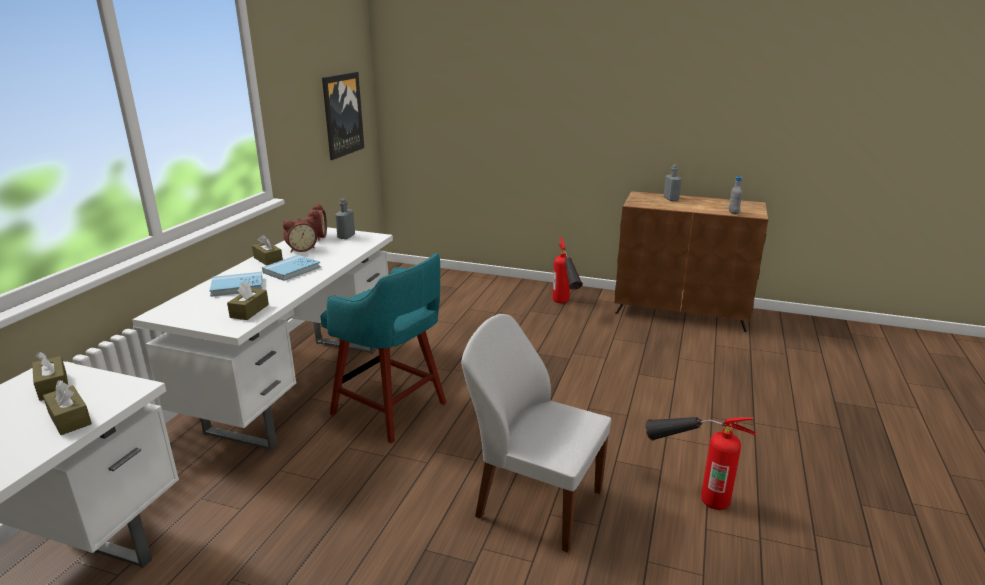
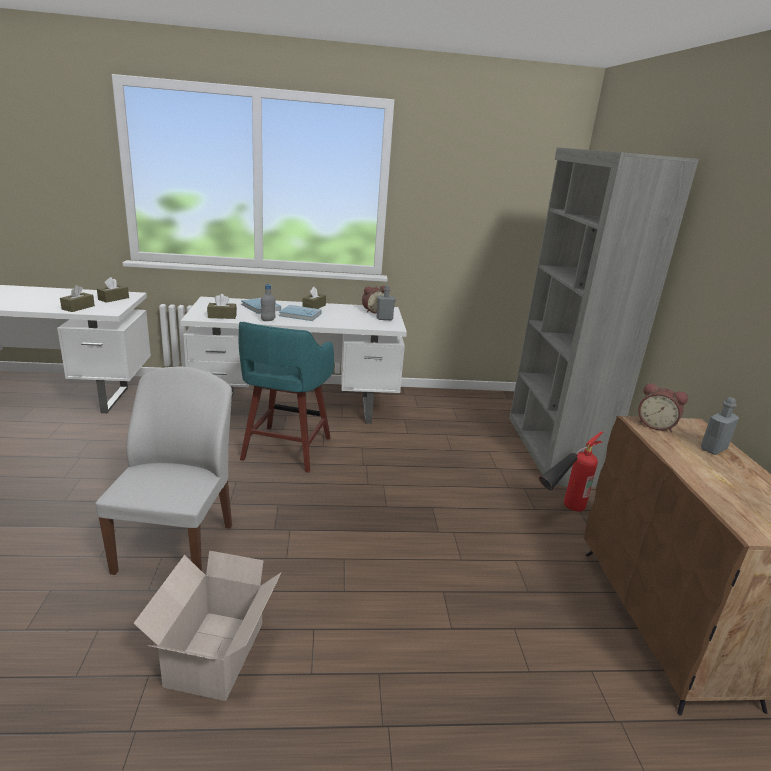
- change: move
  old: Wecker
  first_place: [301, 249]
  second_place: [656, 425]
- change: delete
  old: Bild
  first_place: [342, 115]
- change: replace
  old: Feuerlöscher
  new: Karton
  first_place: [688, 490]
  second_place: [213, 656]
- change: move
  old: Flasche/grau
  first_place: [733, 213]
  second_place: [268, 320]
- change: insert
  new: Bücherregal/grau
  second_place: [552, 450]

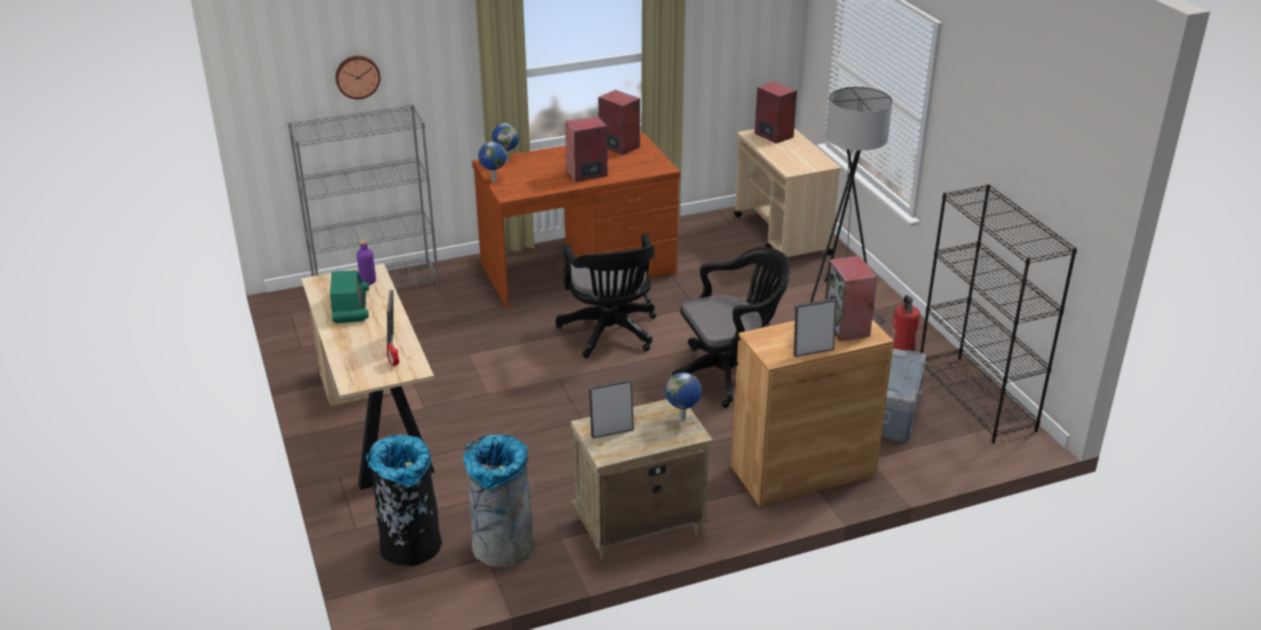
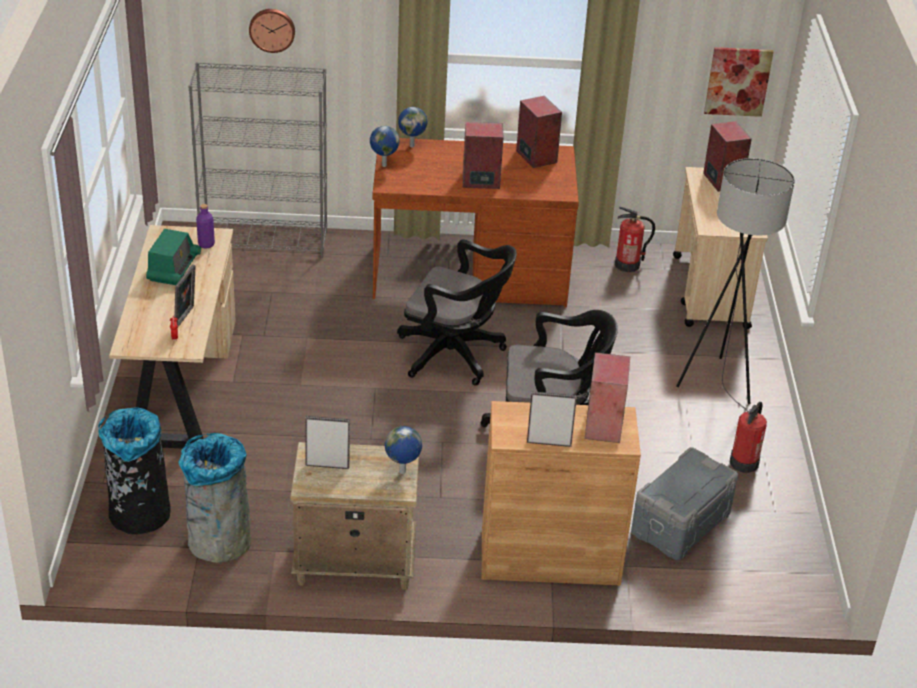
- change: rotate
  old: Bürostuhl/schwarz
  first_place: [610, 334]
  second_place: [456, 355]
  degrees: -75
- change: delete
  old: Bücherregal/schwarz
  first_place: [976, 399]
- change: insert
  new: Feuerlöscher
  second_place: [628, 265]
- change: insert
  new: Bild
  second_place: [738, 81]

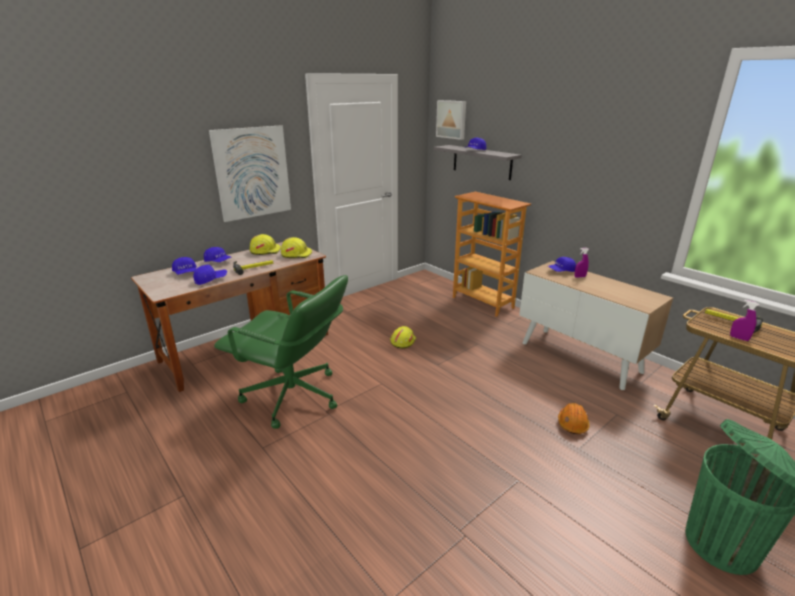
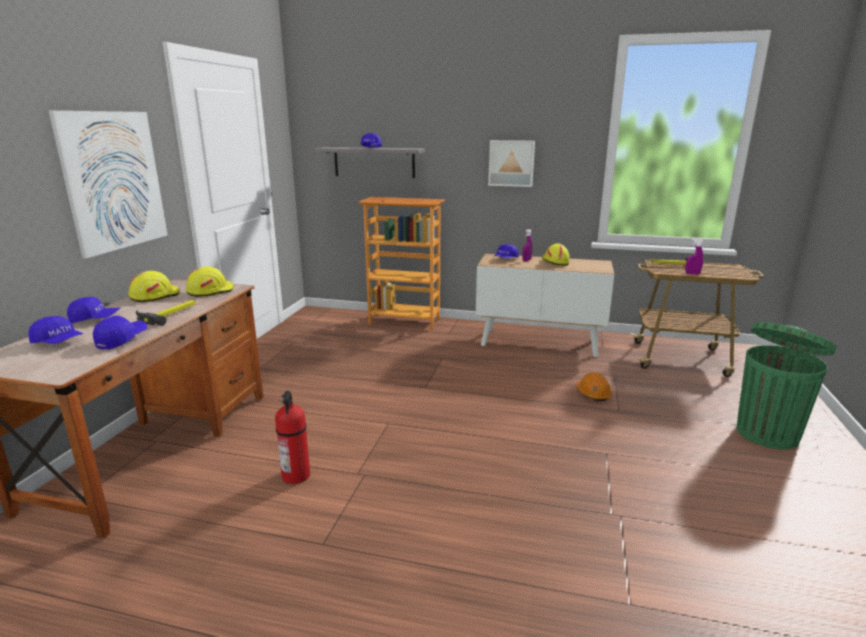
- change: replace
  old: Bürostuhl/grün
  new: Feuerlöscher
  first_place: [293, 397]
  second_place: [296, 476]
- change: move
  old: Schutzhelm/gelb
  first_place: [402, 341]
  second_place: [554, 262]
- change: move
  old: Bild
  first_place: [452, 119]
  second_place: [511, 163]

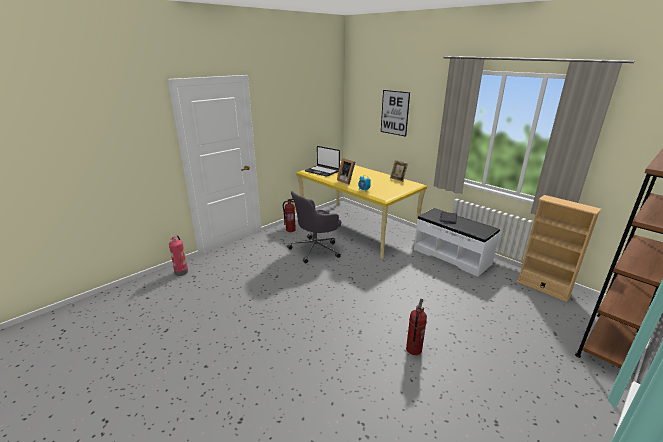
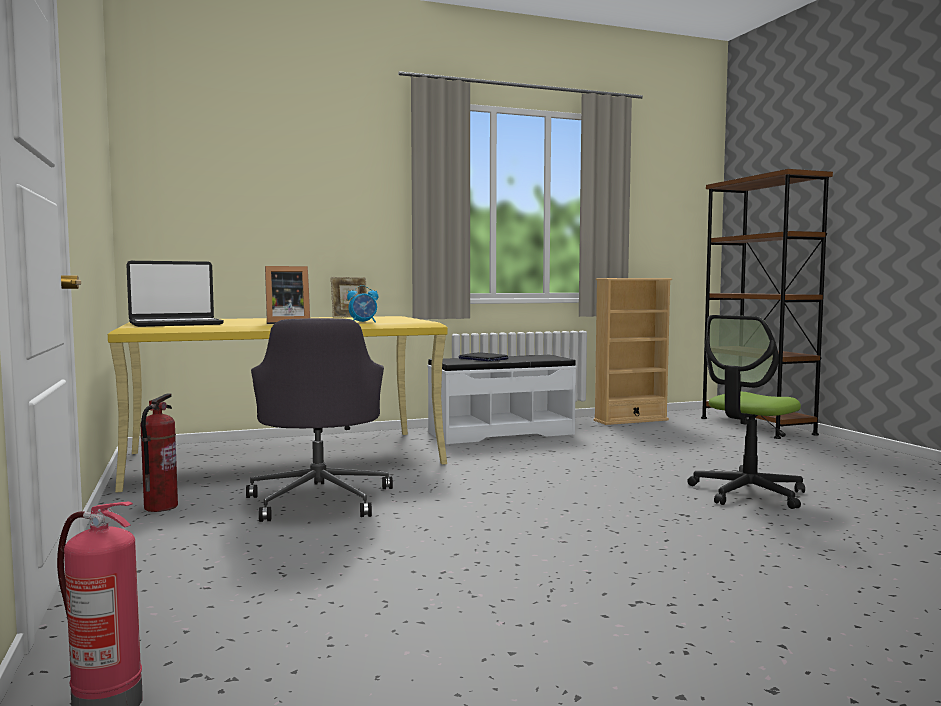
- change: delete
  old: Bild
  first_place: [394, 113]
- change: replace
  old: Feuerlöscher
  new: Bürostuhl
  first_place: [413, 349]
  second_place: [747, 493]

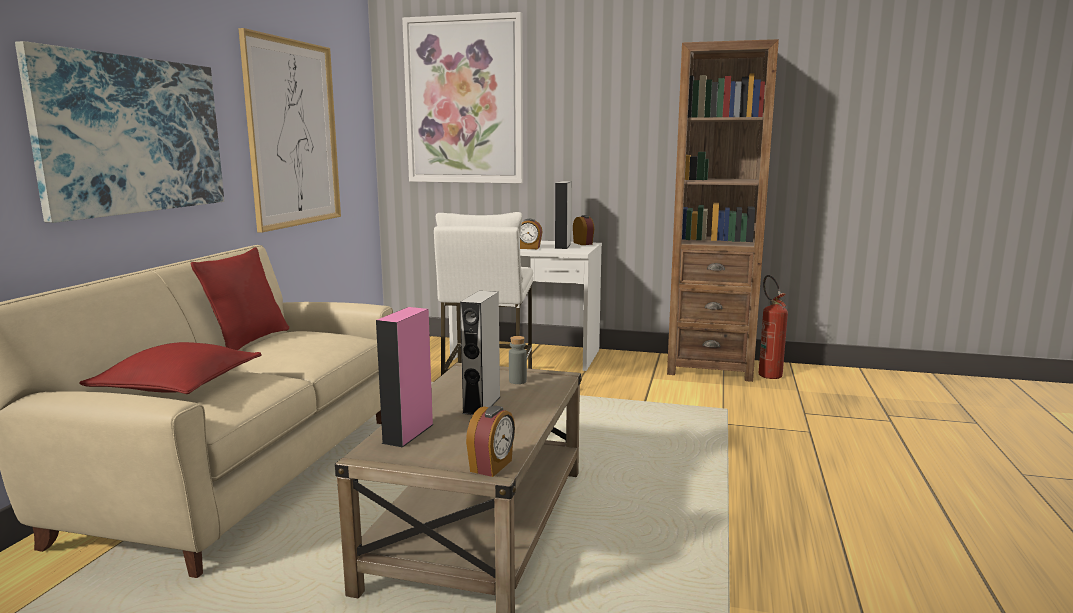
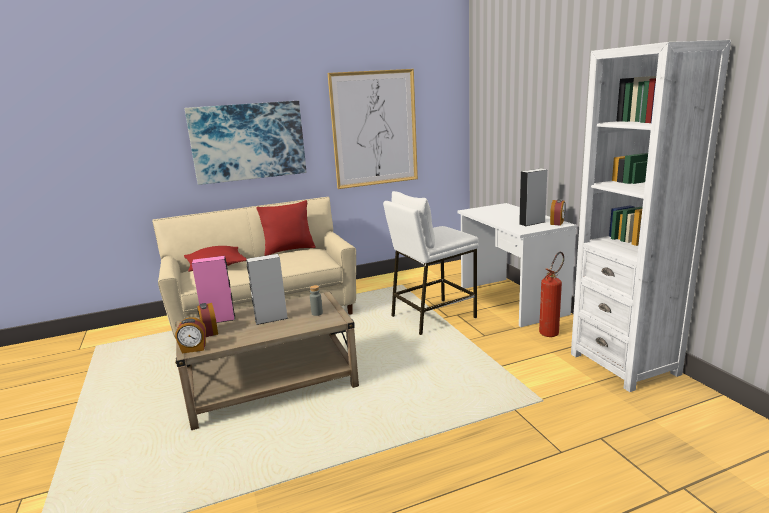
- change: delete
  old: Bild
  first_place: [464, 101]
- change: move
  old: Wecker
  first_place: [529, 248]
  second_place: [209, 332]
- change: recolor
  old: Bücherregal/braun
  new: Bücherregal/weiß
  first_place: [710, 367]
  second_place: [624, 364]
- change: move
  old: Feuerlöscher
  first_place: [767, 373]
  second_place: [551, 331]

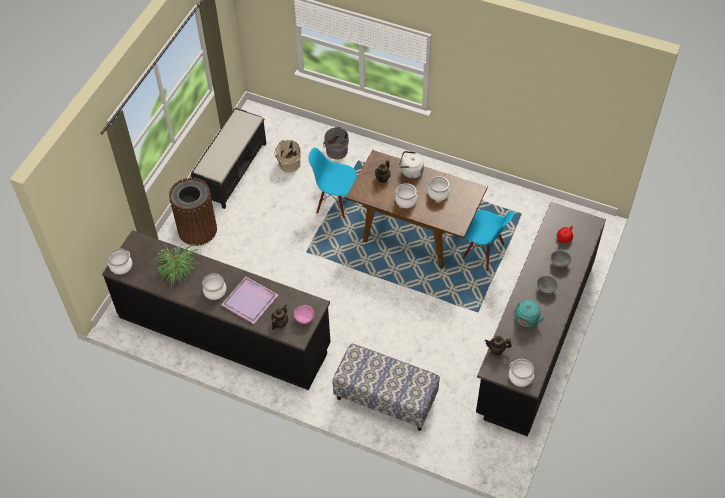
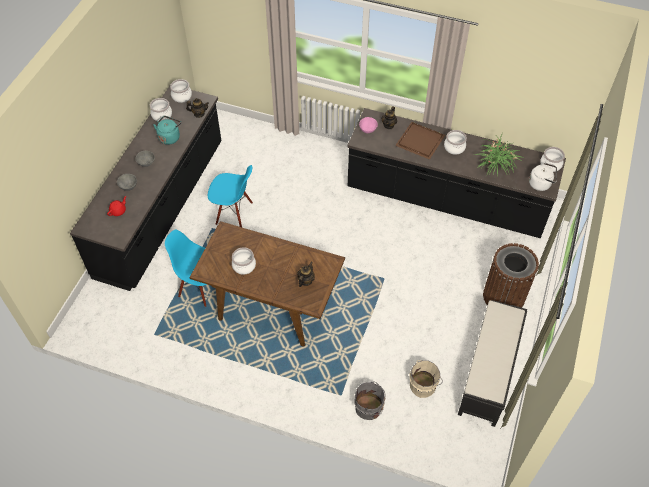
- change: recolor
  old: Tablett/lila
  new: Tablett/braun
  first_place: [251, 300]
  second_place: [419, 141]
- change: move
  old: Stuhl/blau
  first_place: [335, 202]
  second_place: [234, 214]
- change: delete
  old: Bank
  first_place: [385, 399]
- change: move
  old: Kochtopf
  first_place: [406, 201]
  second_place: [162, 115]
- change: move
  old: Wasserkessel/weiß
  first_place: [410, 172]
  second_place: [541, 184]

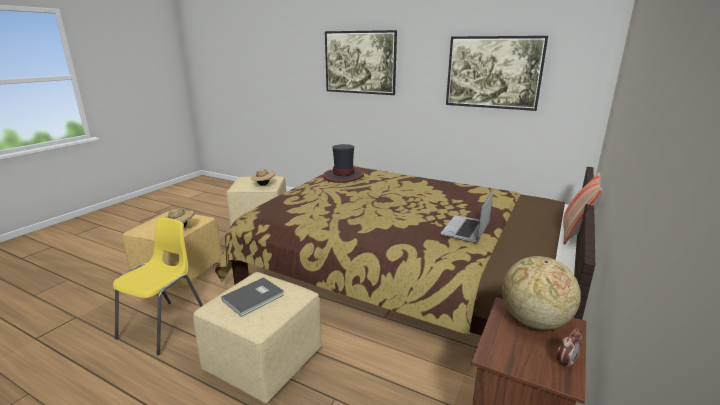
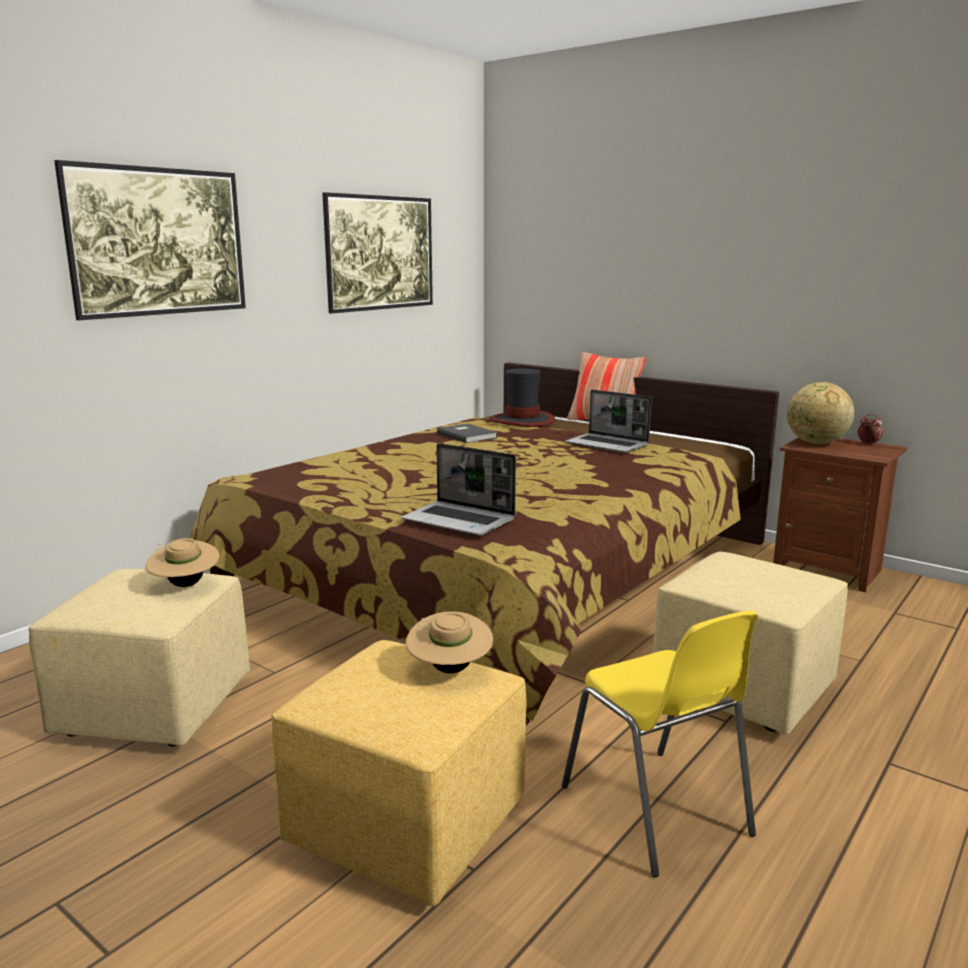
- change: rotate
  old: Stuhl/gelb
  first_place: [165, 326]
  second_place: [656, 811]
  degrees: -150
- change: move
  old: Buch/grau
  first_place: [254, 298]
  second_place: [467, 435]
- change: move
  old: Hut
  first_place: [343, 176]
  second_place: [522, 421]
- change: insert
  new: Laptop
  second_place: [460, 520]

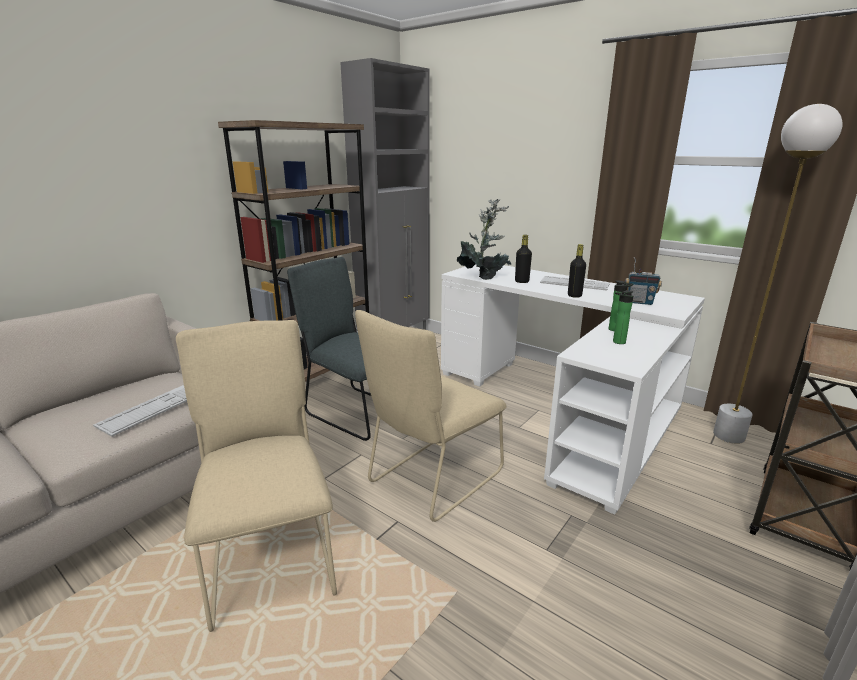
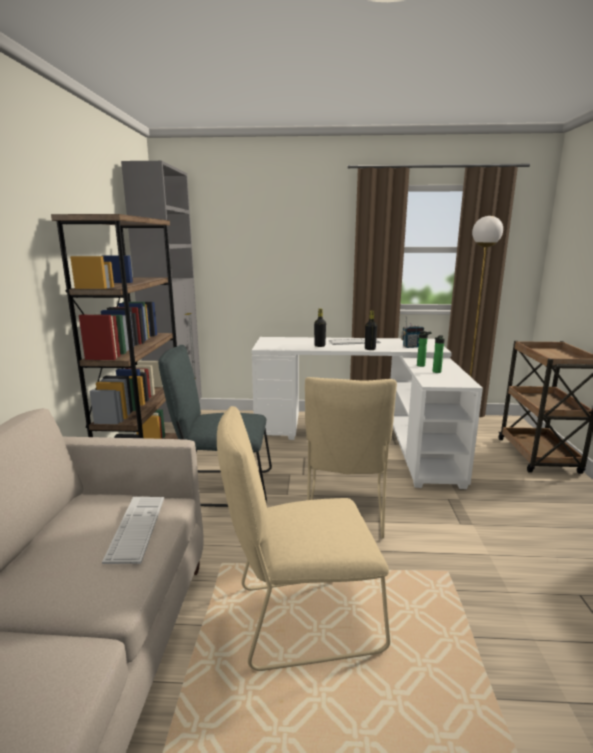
- change: rotate
  old: Stuhl/beige
  first_place: [271, 554]
  second_place: [301, 619]
  degrees: -45
- change: delete
  old: Topfpflanze
  first_place: [484, 277]

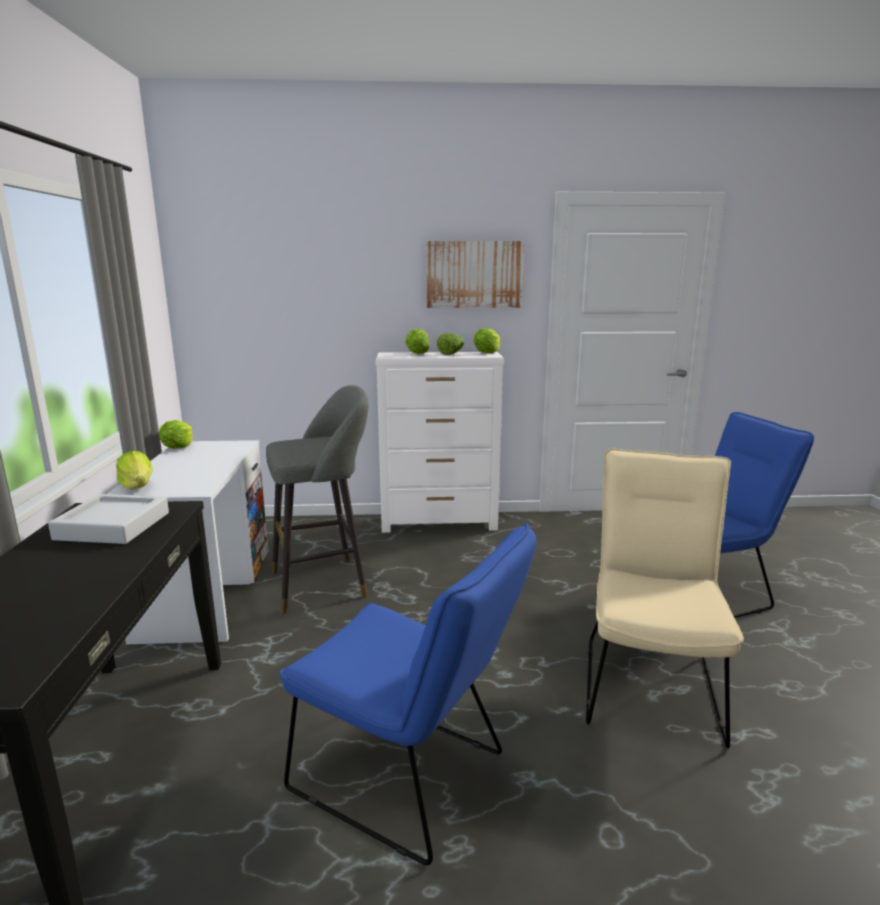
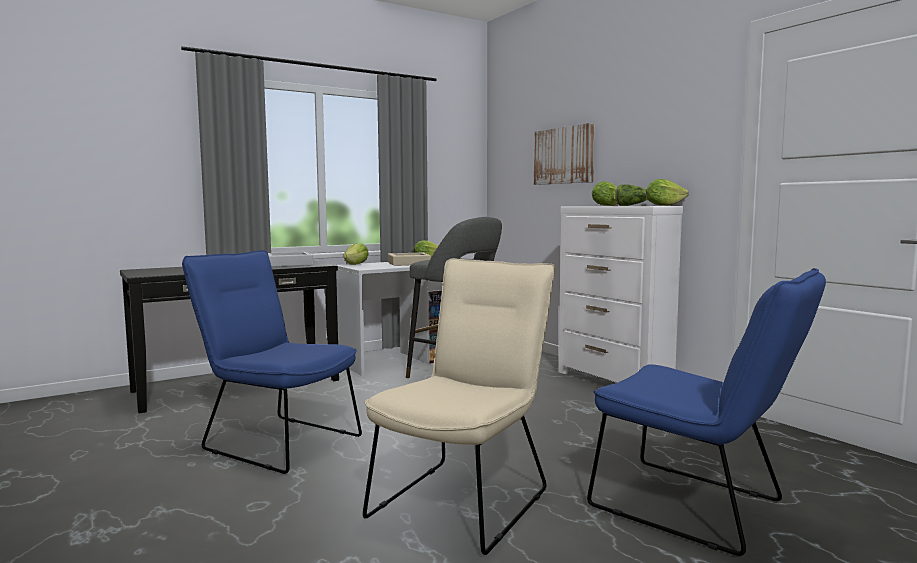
- change: rotate
  old: Stuhl/blau
  first_place: [409, 778]
  second_place: [275, 441]
  degrees: 120
- change: move
  old: Bild
  first_place: [474, 274]
  second_place: [564, 155]
- change: rotate
  old: Stuhl/beige
  first_place: [649, 681]
  second_place: [466, 498]
  degrees: -45
- change: insert
  new: Tablett/beige
  second_place: [408, 263]

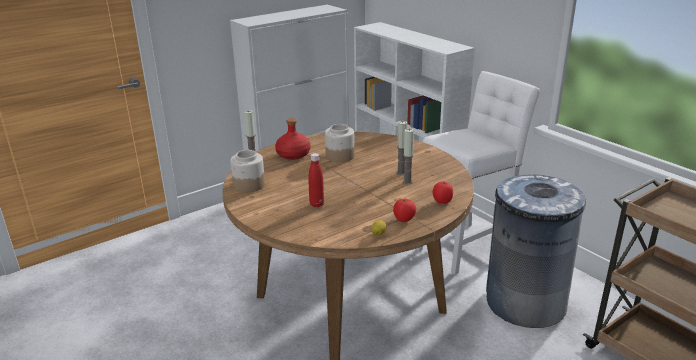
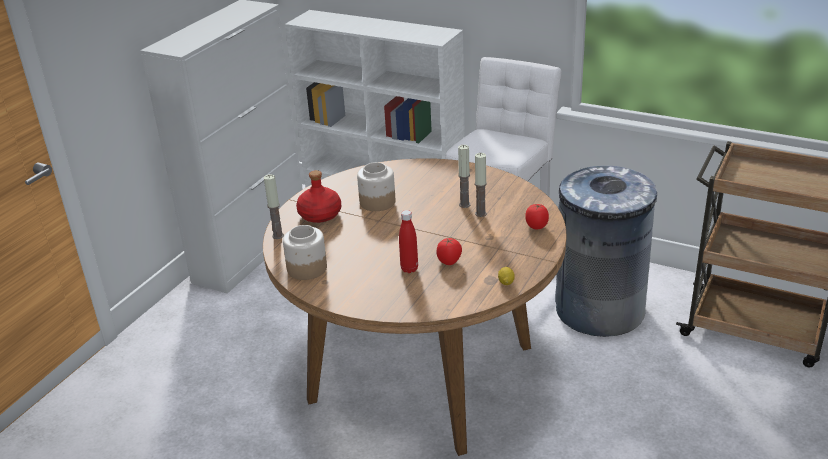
- change: move
  old: Tomate
  first_place: [404, 219]
  second_place: [449, 261]

